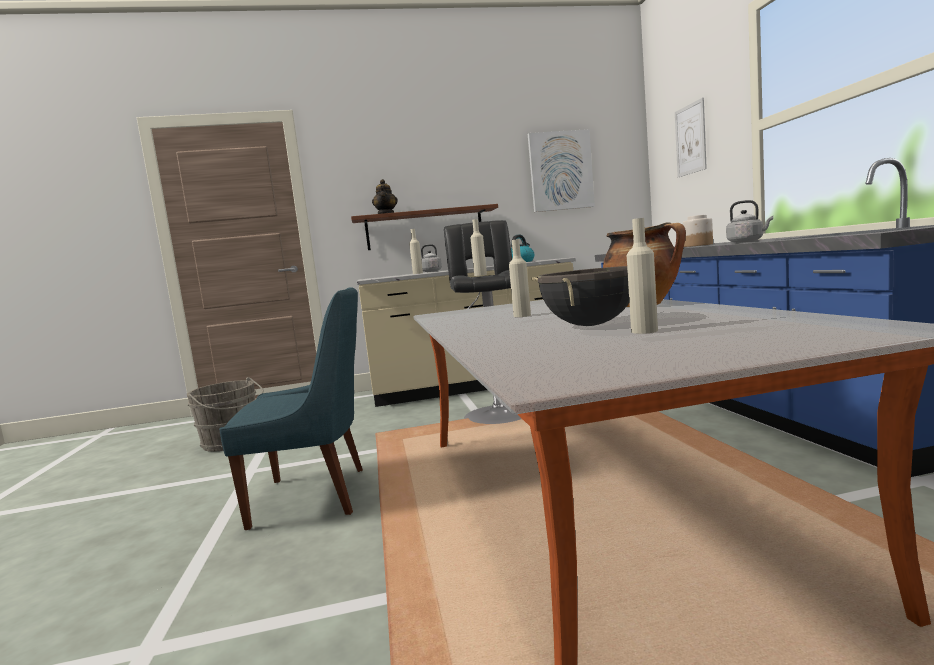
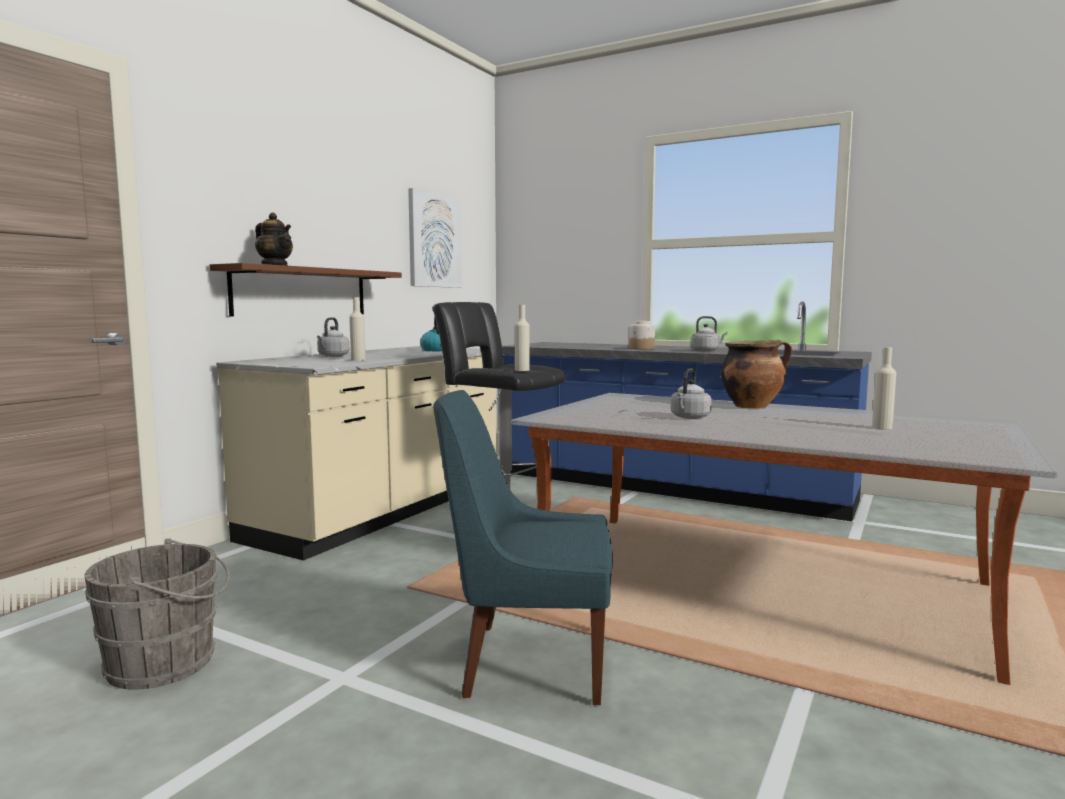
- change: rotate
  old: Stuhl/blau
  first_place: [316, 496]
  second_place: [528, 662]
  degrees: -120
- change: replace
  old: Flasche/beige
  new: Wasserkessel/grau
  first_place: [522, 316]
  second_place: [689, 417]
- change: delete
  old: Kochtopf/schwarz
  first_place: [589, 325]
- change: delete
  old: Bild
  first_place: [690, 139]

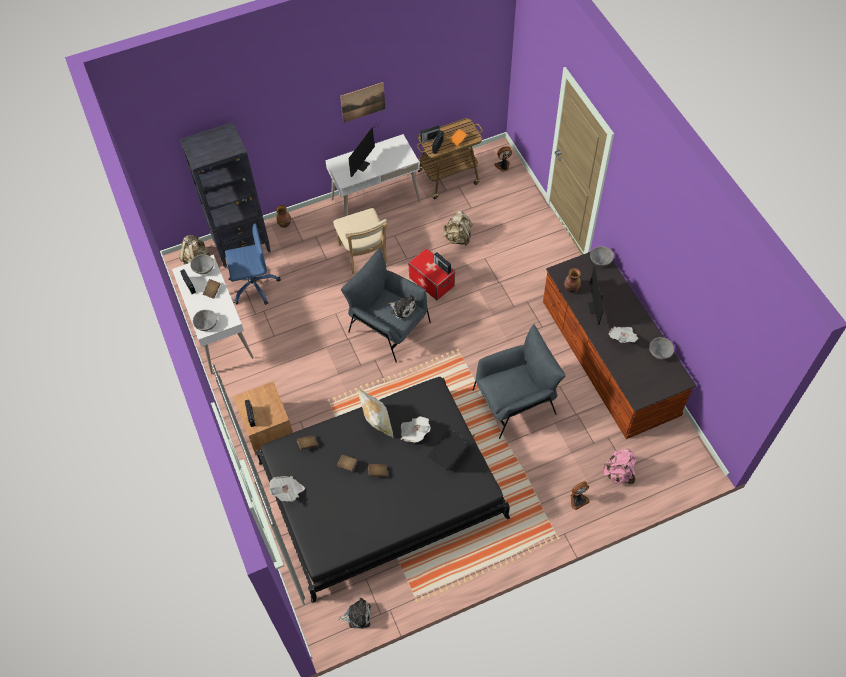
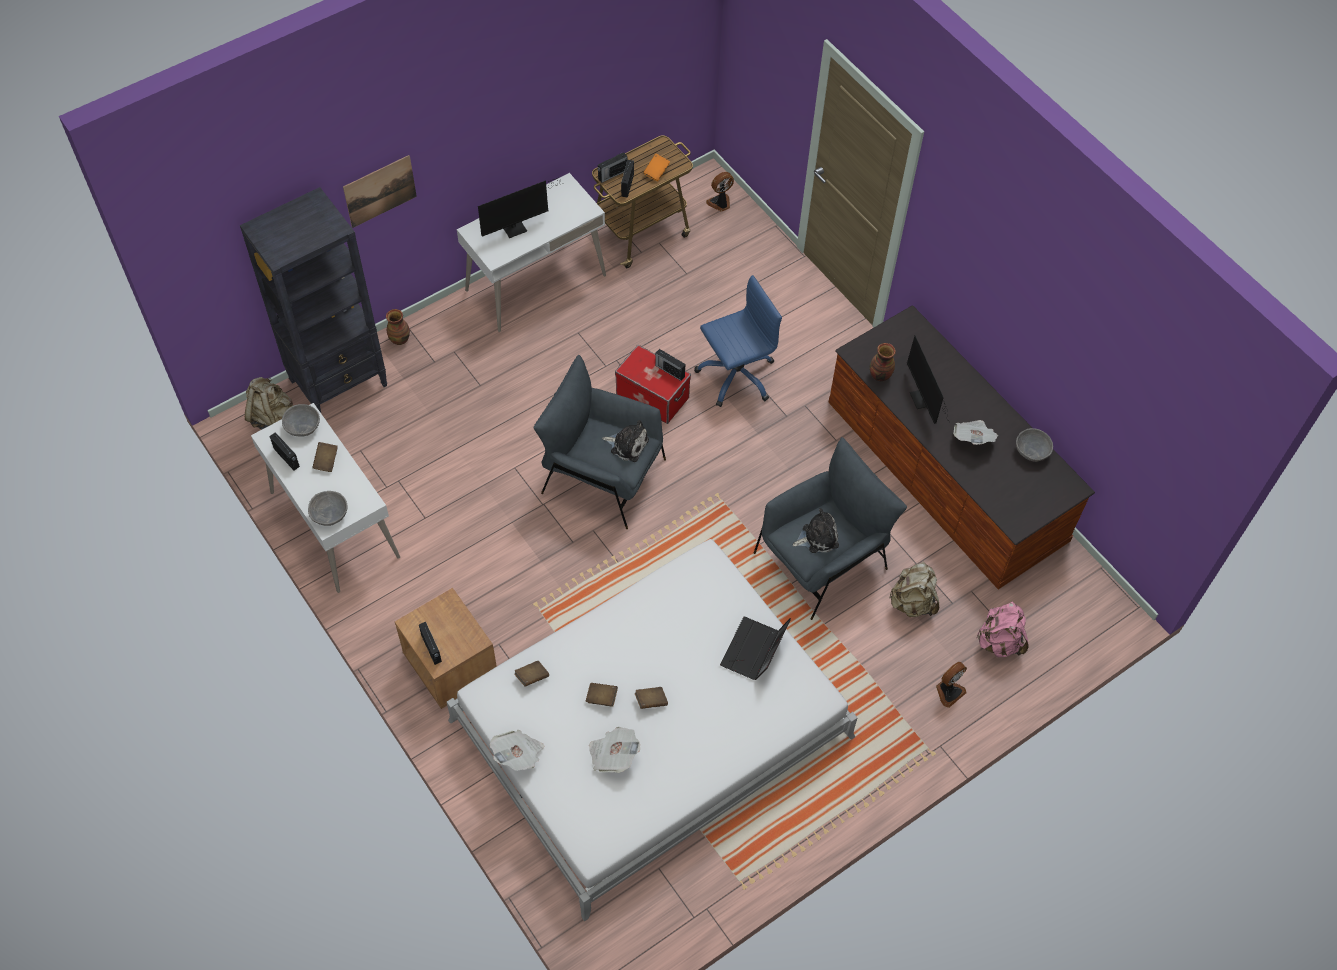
- change: move
  old: Bürostuhl/blau
  first_place: [254, 285]
  second_place: [736, 375]
- change: recolor
  old: Bett/schwarz
  new: Bett/weiß
  first_place: [382, 490]
  second_place: [652, 728]
- change: delete
  old: Stuhl/beige
  first_place: [364, 256]
- change: move
  old: Plüschtier
  first_place: [357, 615]
  second_place: [817, 537]
- change: move
  old: Bild
  first_place: [363, 102]
  second_place: [380, 191]
- change: rotate
  old: Monitor
  first_place: [363, 164]
  second_place: [518, 227]
  degrees: 45
- change: delete
  old: Kissen
  first_place: [377, 423]
- change: move
  old: Zeitung
  first_place: [414, 432]
  second_place: [613, 755]
- change: move
  old: Rucksack/beige
  first_place: [458, 238]
  second_place: [912, 602]
- change: delete
  old: Schüssel/grau
  first_place: [601, 260]

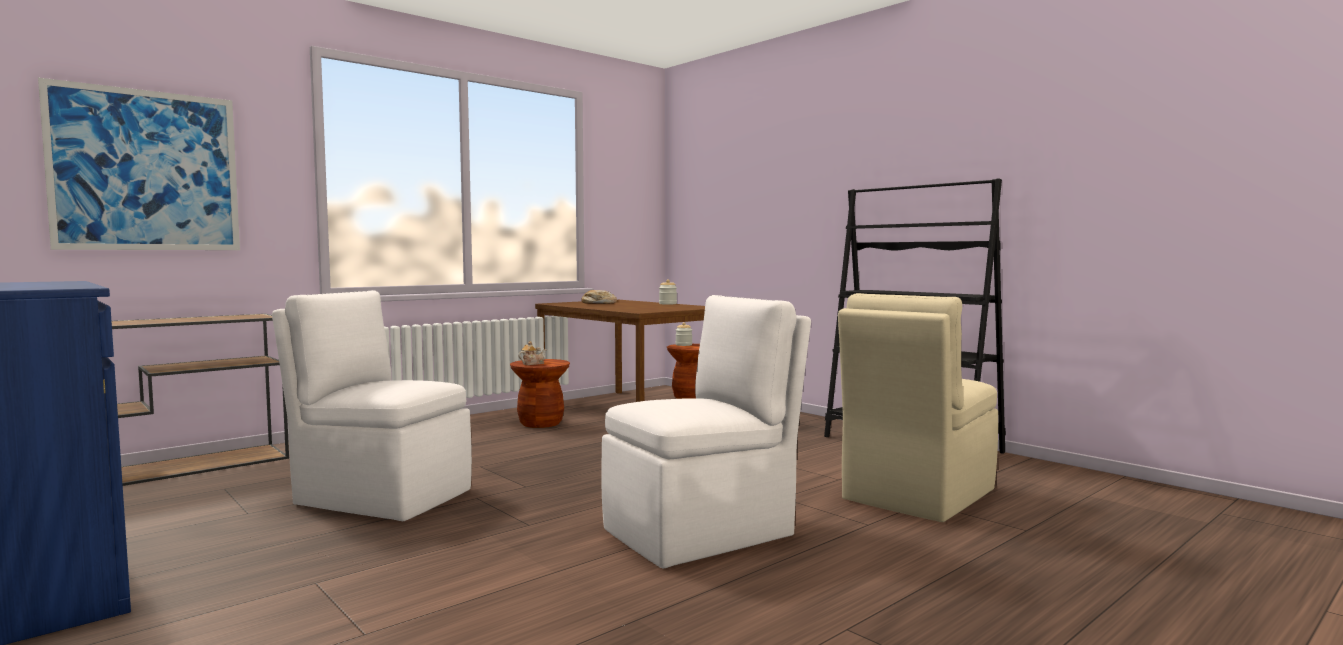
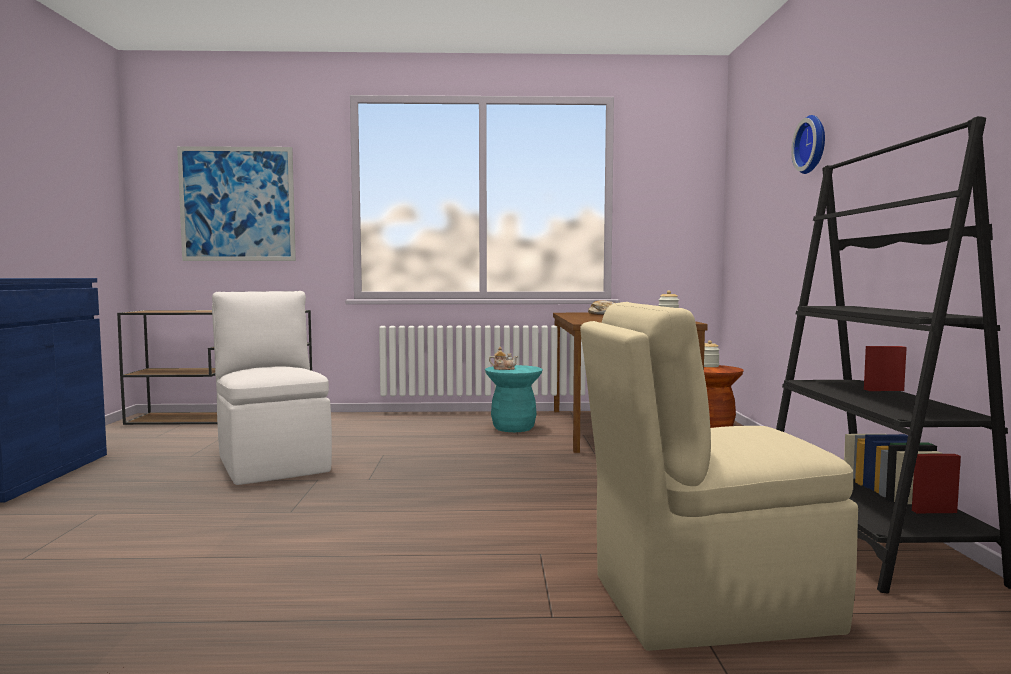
- change: recolor
  old: Hocker/braun
  new: Hocker/türkis
  first_place: [541, 423]
  second_place: [513, 428]
- change: delete
  old: Stuhl/weiß
  first_place: [702, 532]
- change: insert
  new: Wanduhr
  second_place: [813, 144]

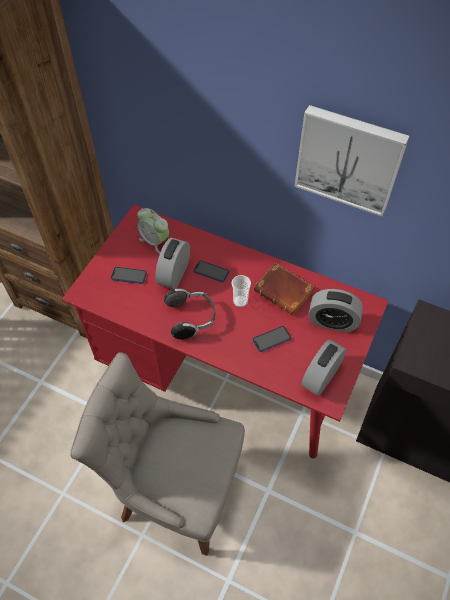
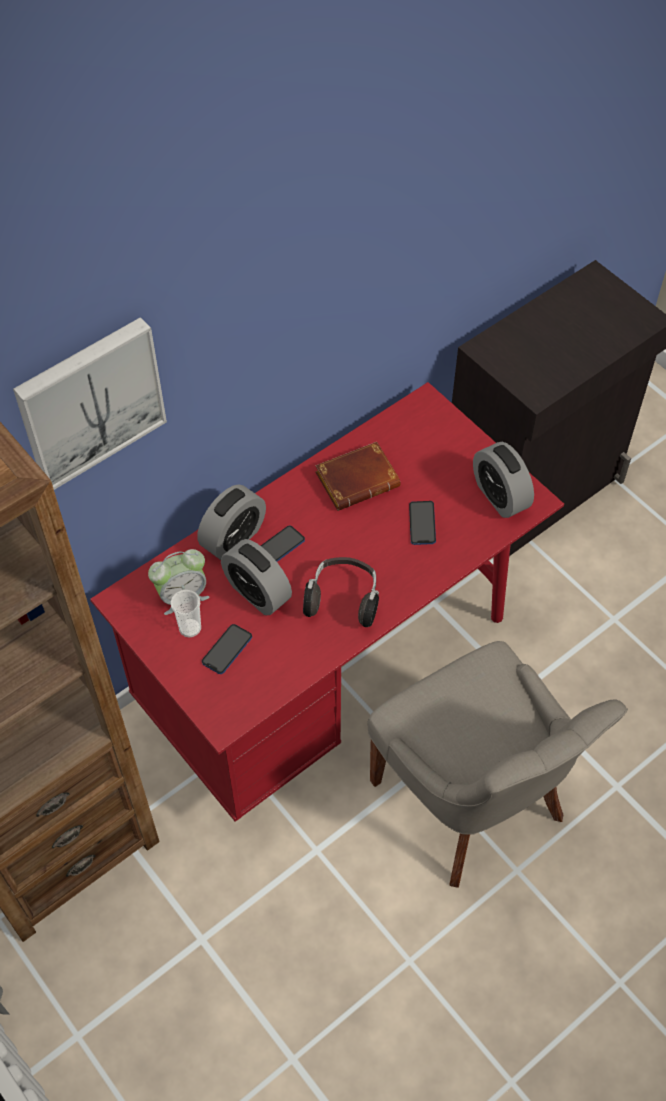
- change: rotate
  old: Stuhl/grau
  first_place: [177, 489]
  second_place: [472, 802]
  degrees: -75
- change: move
  old: Tasse
  first_place: [240, 301]
  second_place: [190, 628]
- change: move
  old: Bild
  first_place: [349, 159]
  second_place: [89, 401]
- change: move
  old: Wecker
  first_place: [332, 321]
  second_place: [233, 538]

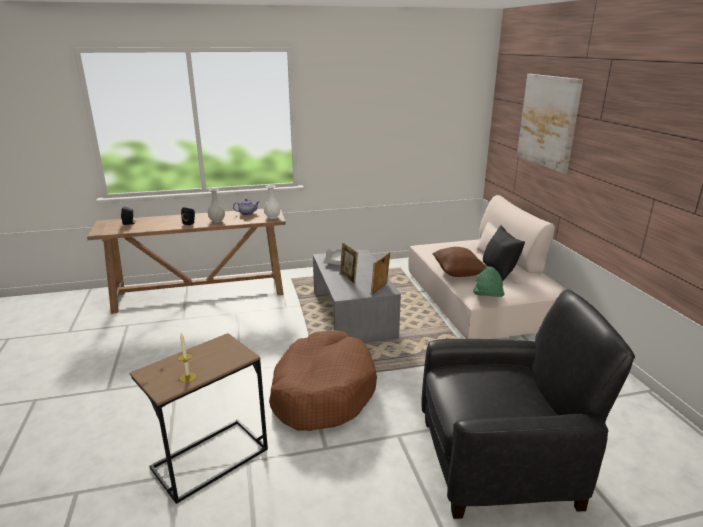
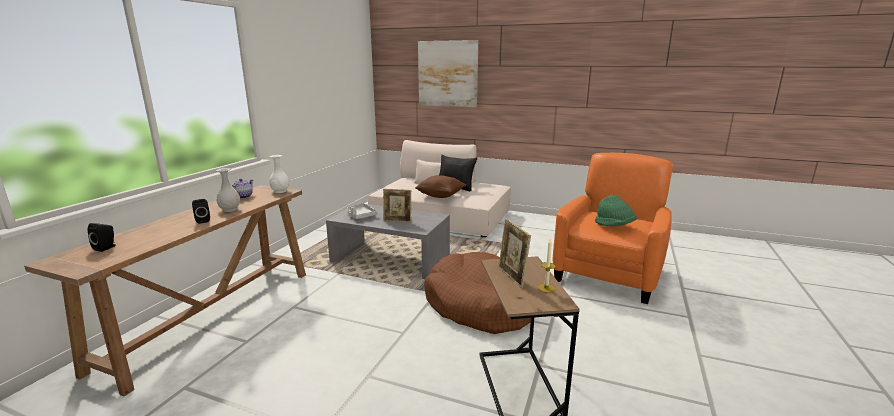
- change: move
  old: Bilderrahmen
  first_place: [379, 289]
  second_place: [512, 277]
- change: recolor
  old: Sessel/schwarz
  new: Sessel/orange
  first_place: [500, 462]
  second_place: [608, 274]
- change: move
  old: Hut/grün
  first_place: [487, 297]
  second_place: [614, 226]

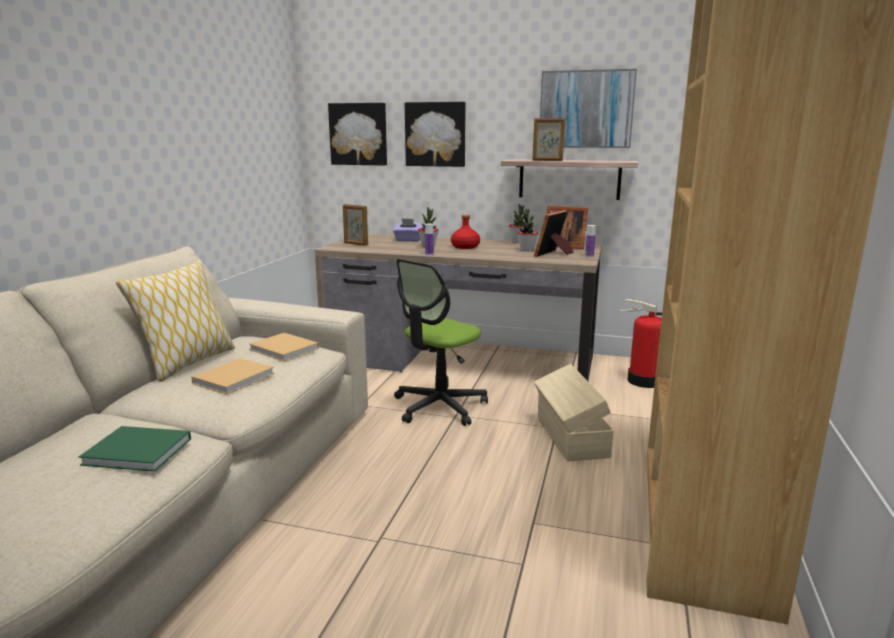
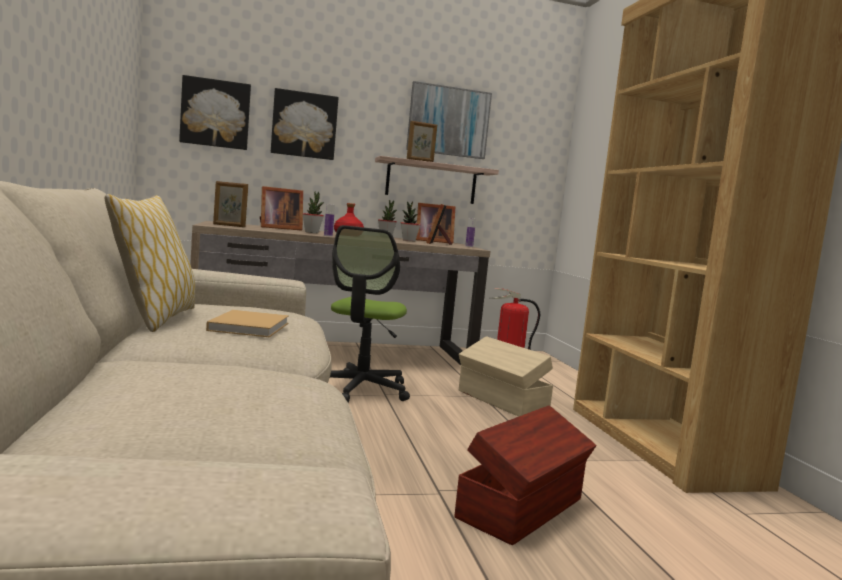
- change: delete
  old: Buch/grün
  first_place: [140, 452]
- change: delete
  old: Buch/beige
  first_place: [285, 349]
- change: replace
  old: Taschentuchbox/lila
  new: Bilderrahmen
  first_place: [408, 240]
  second_place: [278, 228]
- change: insert
  new: Aufbewahrungsbox/braun
  second_place: [523, 508]

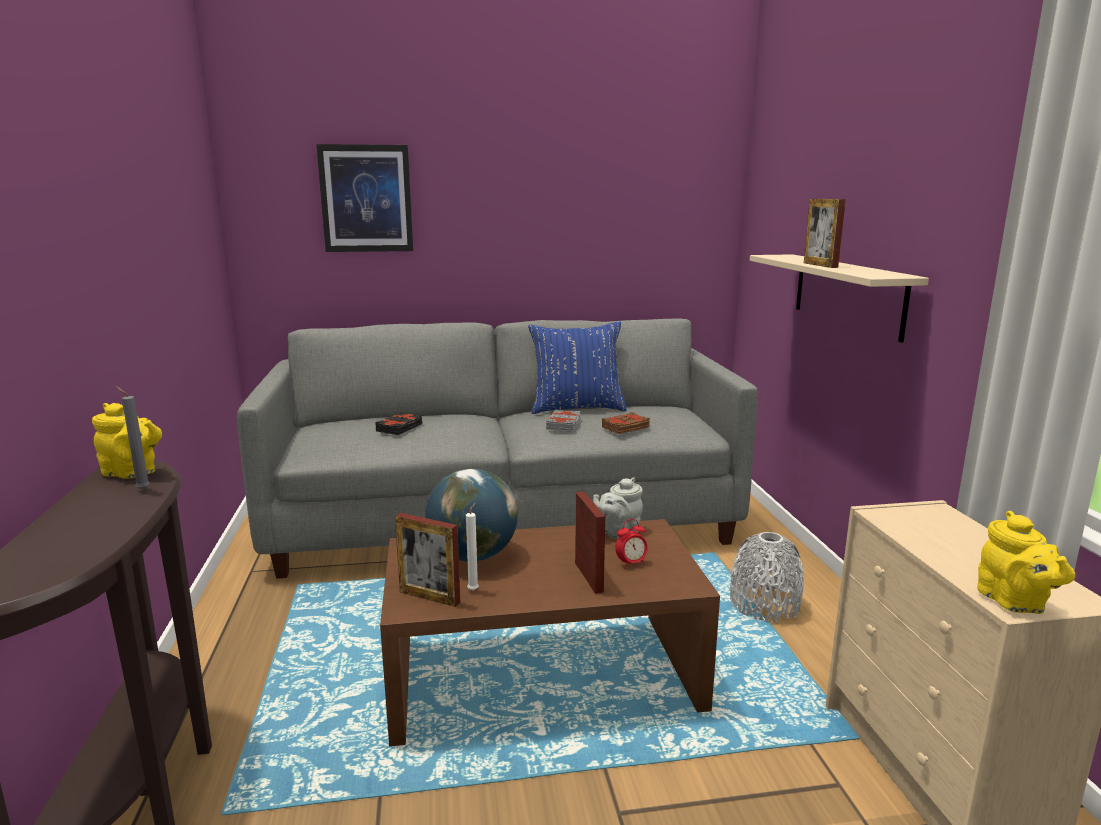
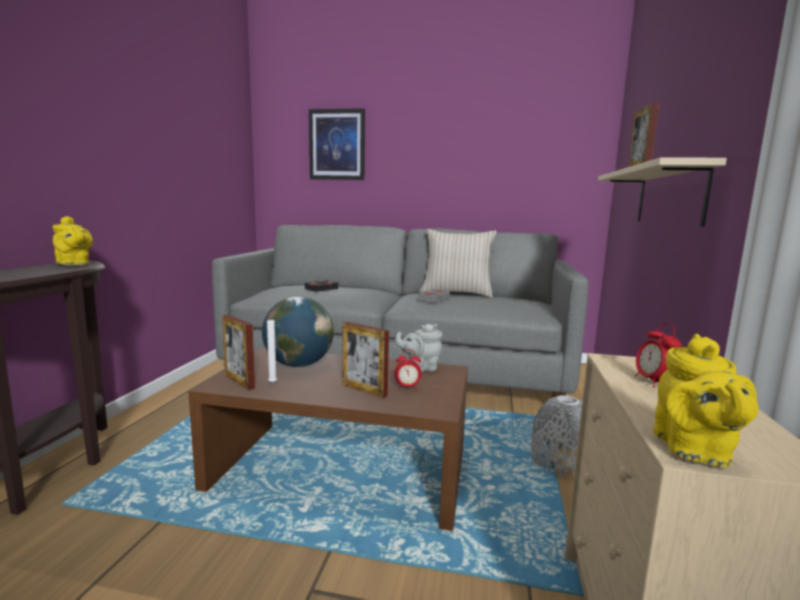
- change: delete
  old: Kerze/grau
  first_place: [141, 490]
- change: recolor
  old: Kissen/blau
  new: Kissen/beige
  first_place: [576, 408]
  second_place: [456, 293]
- change: rotate
  old: Bilderrahmen
  first_place: [588, 577]
  second_place: [364, 390]
  degrees: 120
- change: delete
  old: Buch/braun
  first_place: [626, 427]
- change: insert
  new: Wecker
  second_place: [653, 382]

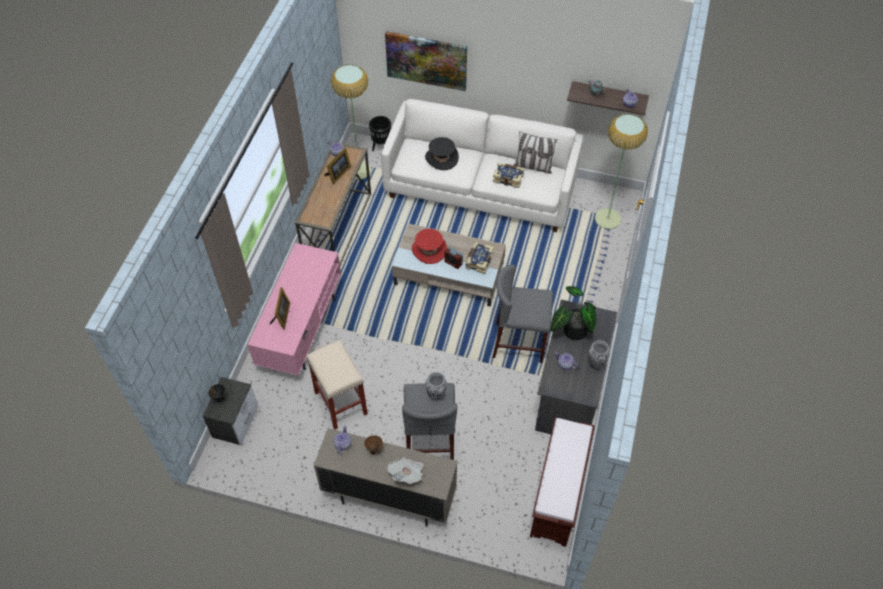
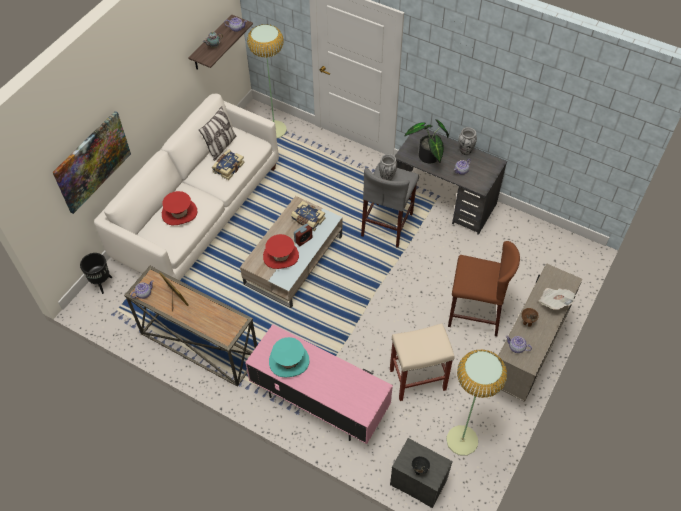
- change: delete
  old: Bilderrahmen
  first_place: [282, 316]
- change: move
  old: Stehlampe
  first_place: [359, 170]
  second_place: [462, 440]
- change: recolor
  old: Hocker/grau
  new: Hocker/braun
  first_place: [430, 442]
  second_place: [474, 313]
- change: recolor
  old: Hut/schwarz
  new: Hut/rot
  first_place: [441, 158]
  second_place: [179, 213]
- change: move
  old: Vase
  first_place: [436, 395]
  second_place: [387, 178]
- change: delete
  old: Bank/braun
  first_place: [558, 496]
- change: insert
  new: Hut/türkis
  second_place: [289, 361]

